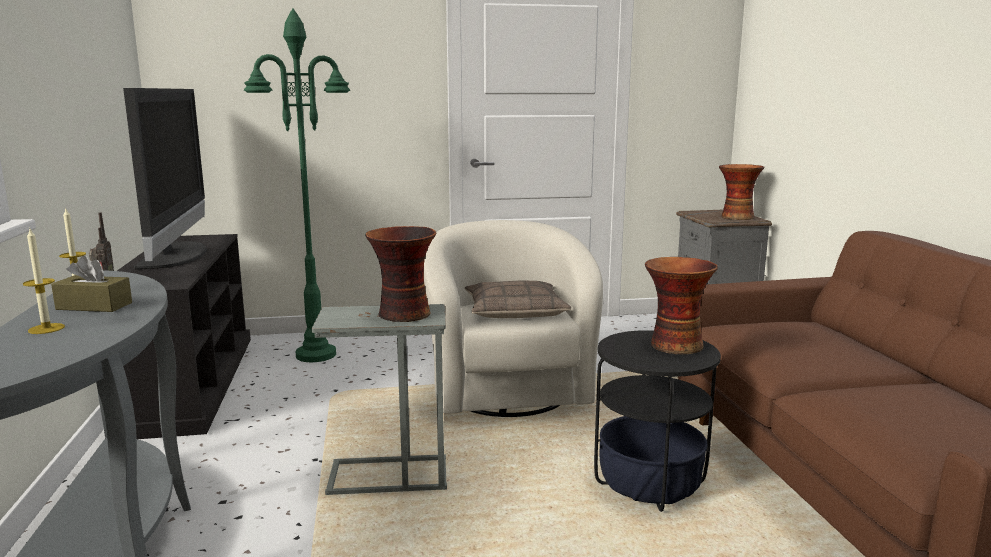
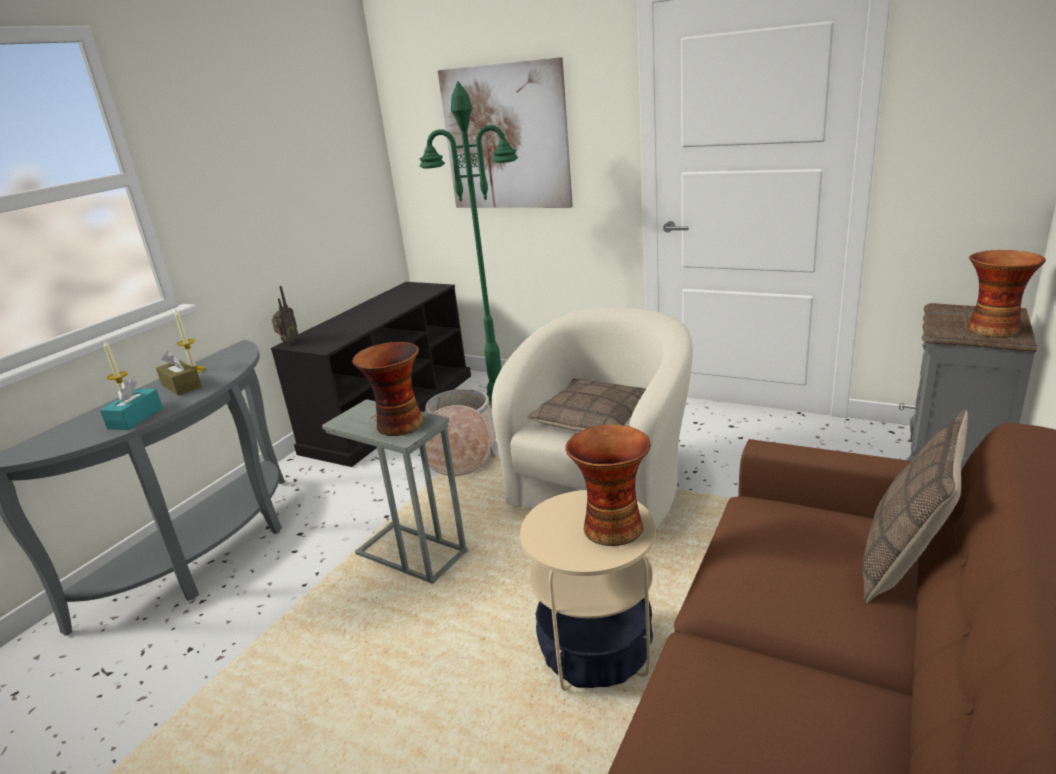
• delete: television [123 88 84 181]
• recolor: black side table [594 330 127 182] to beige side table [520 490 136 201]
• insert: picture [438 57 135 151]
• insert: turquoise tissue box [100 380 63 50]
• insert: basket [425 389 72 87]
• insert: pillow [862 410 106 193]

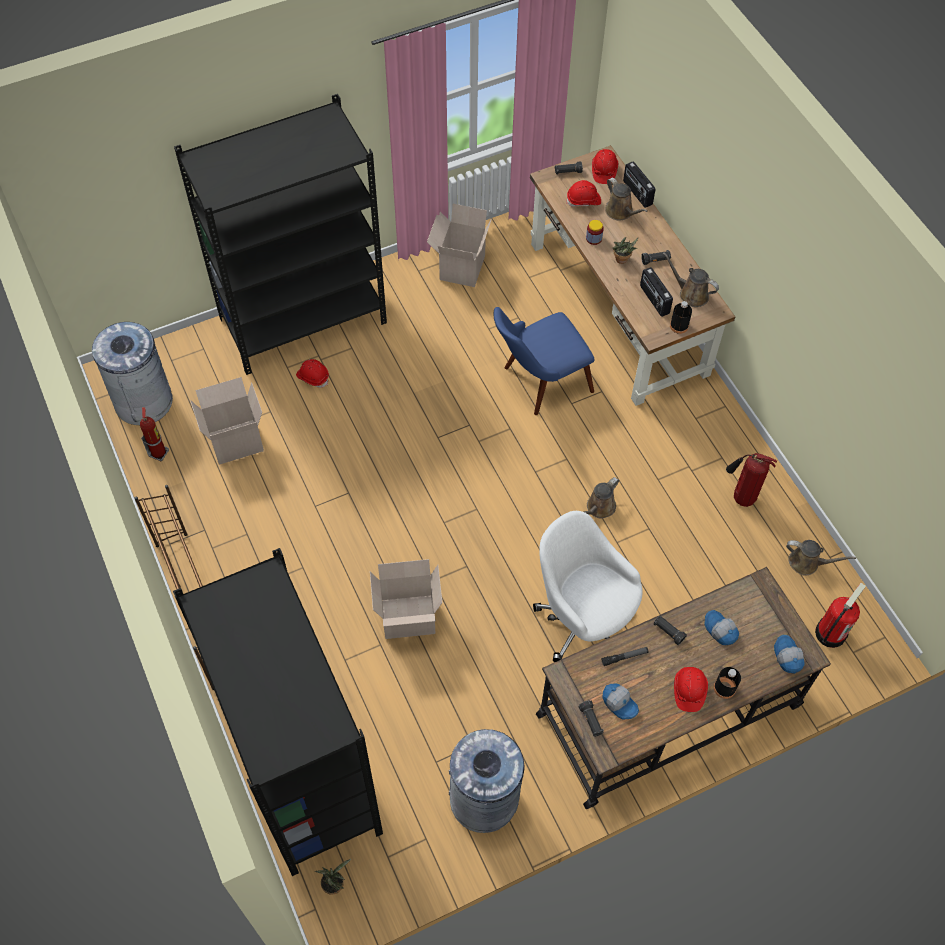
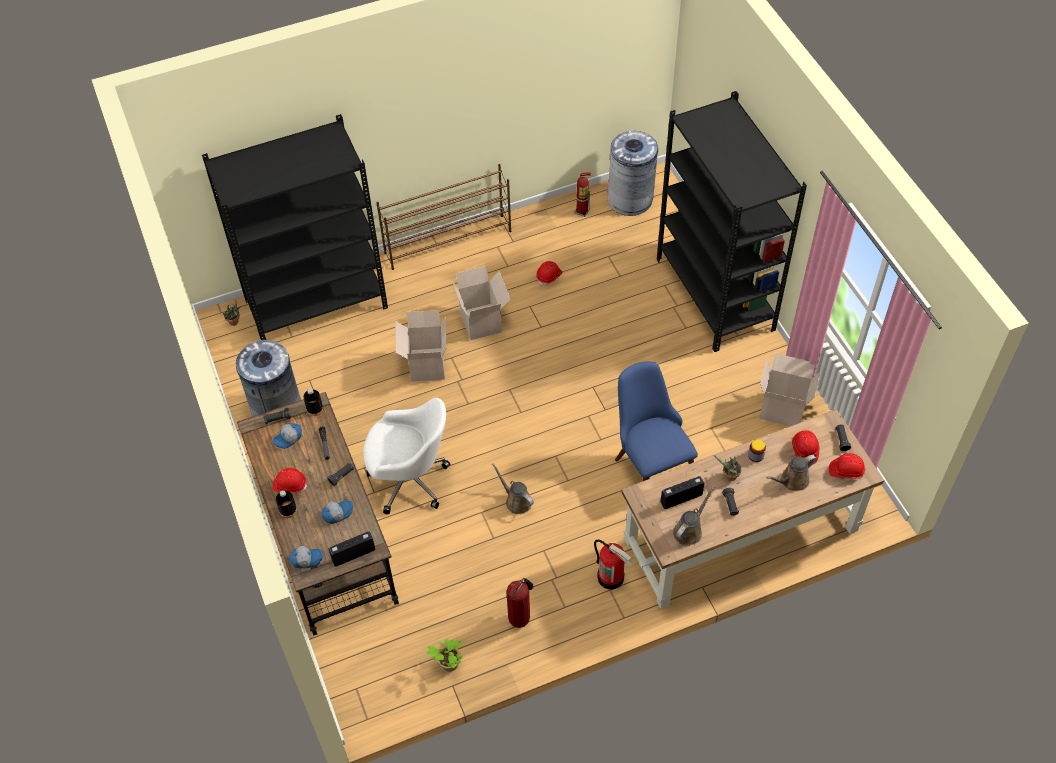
• move: radio [623 161 32 47] to [329 532 46 35]
• move: black bottle [670 301 22 33] to [303 388 20 28]
• move: red hard hat [296 359 33 29] to [536 261 26 25]
• move: cardboard box [190 377 74 88] to [452 266 59 74]
• rotate: white office chair [533 511 110 151] = [363 398 87 116] 45 degrees clockwise
• replace: brown watering can [786 540 70 35] to potted plant [427 639 35 33]
• move: fire extinguisher [815 583 51 65] to [594 540 39 49]

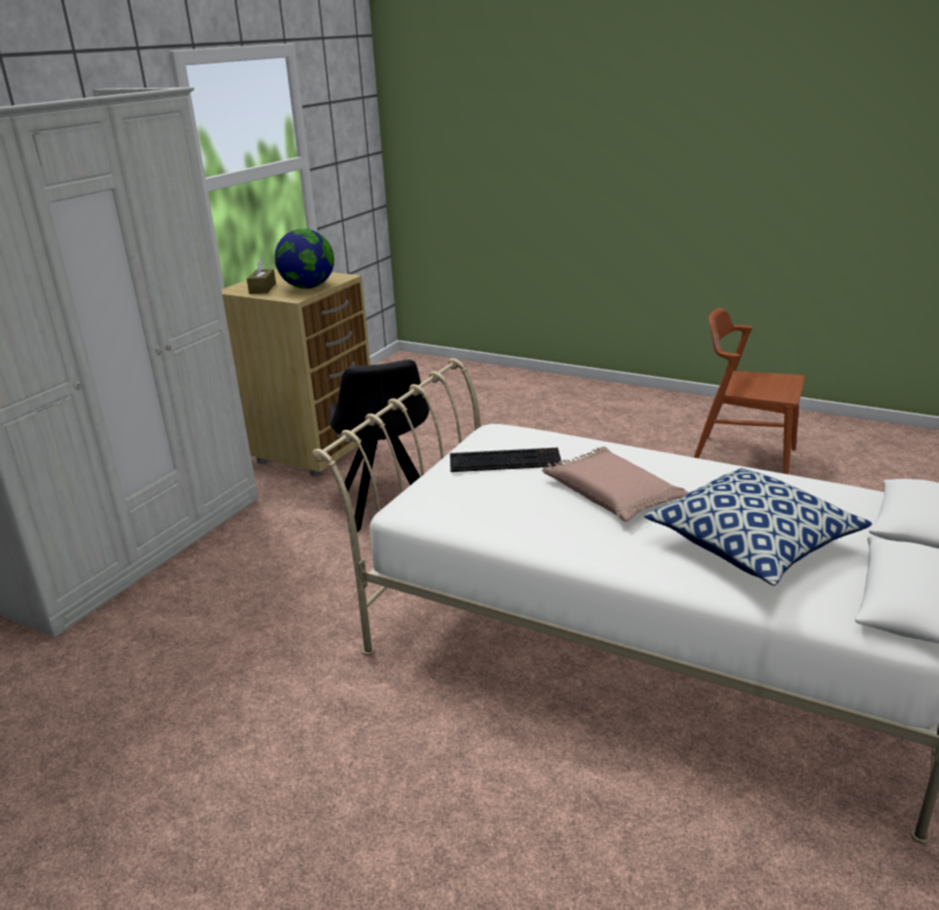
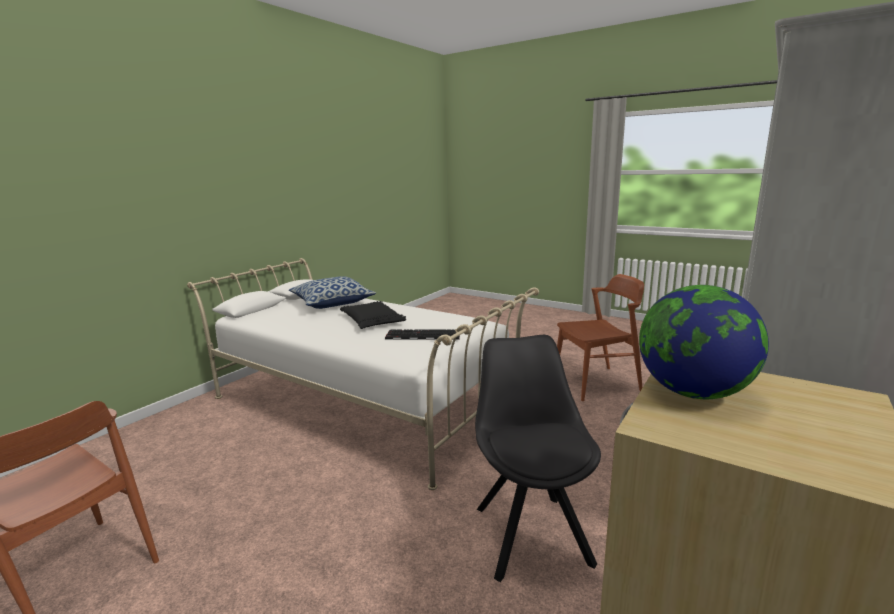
• delete: brown tissue box [247 259 29 35]
• recolor: beige pillow [542 446 146 76] to black pillow [340 301 66 28]
• insert: brown chair [557 274 87 127]

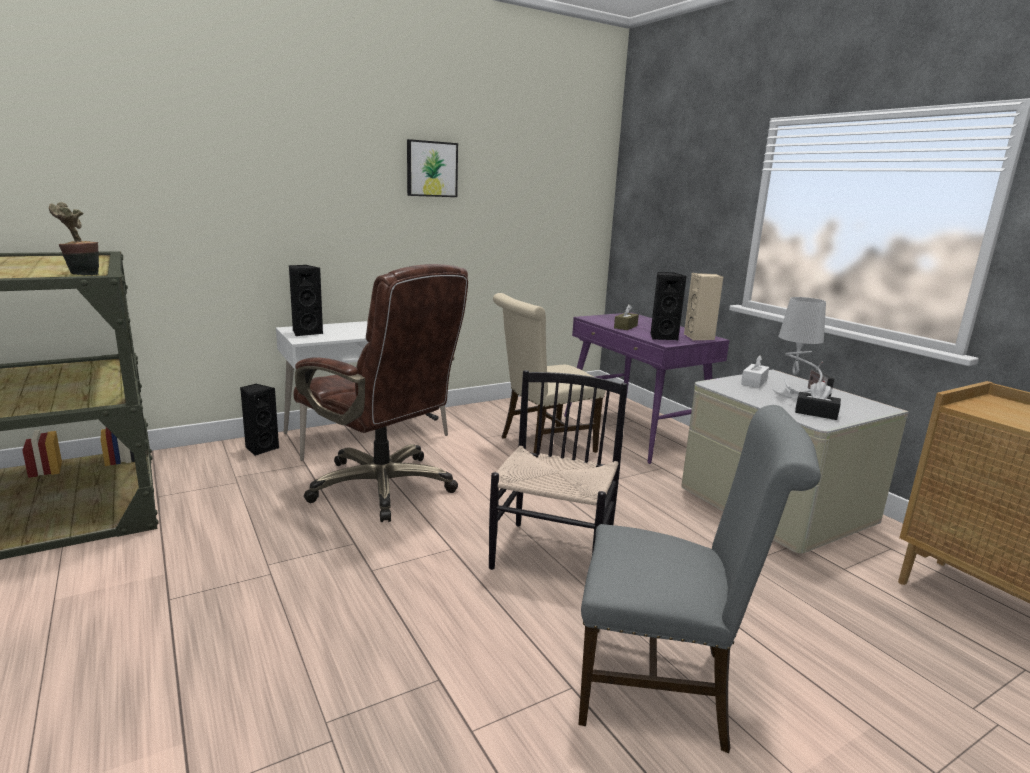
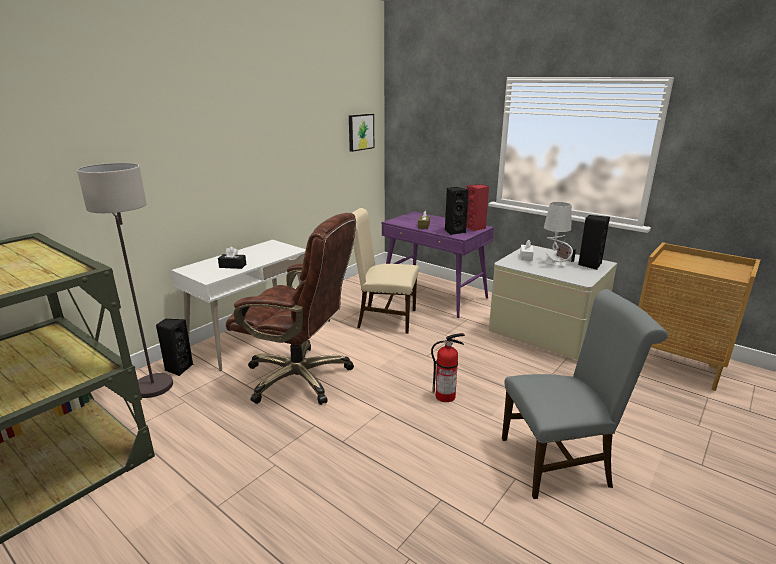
• move: picture [407 139 51 58] to [349 114 25 38]
• delete: potted plant [49 202 50 74]
• move: black speaker [289 265 34 71] to [578 215 32 55]
• recolor: beige speaker [684 273 39 67] to red speaker [466 184 23 47]
• rotate: beige chair [493 293 113 165] = [352 208 67 126] 60 degrees clockwise
• replace: black chair [489 370 138 200] to fire extinguisher [431 333 34 69]
• move: black tissue box [795 382 46 38] to [218 247 28 22]
• insert: grey floor lamp [77 163 96 235]

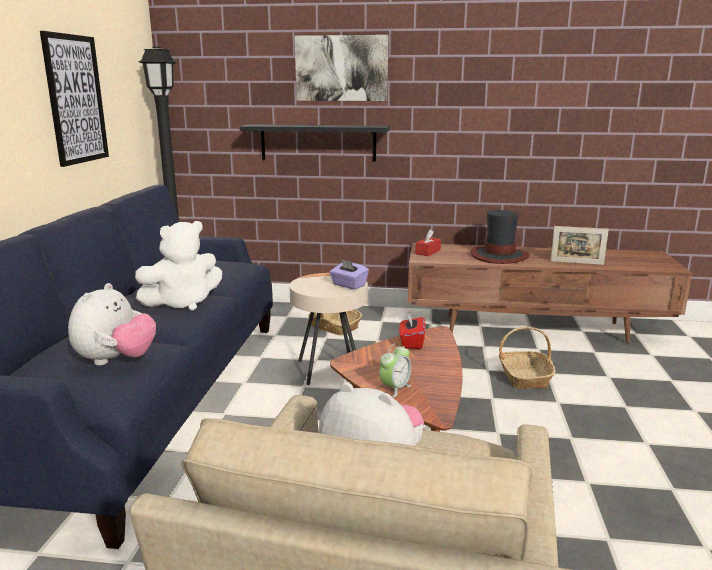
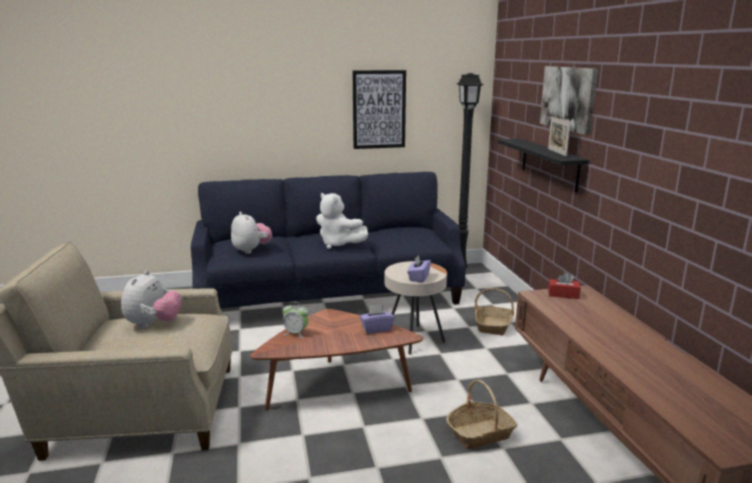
• delete: hat [470 210 60 54]
• move: picture frame [551 226 58 39] to [548 116 23 41]
• rotate: plush toy [68 283 88 83] = [231 211 41 43] 120 degrees counterclockwise
• recolor: red tissue box [399 312 26 37] to purple tissue box [360 305 34 28]

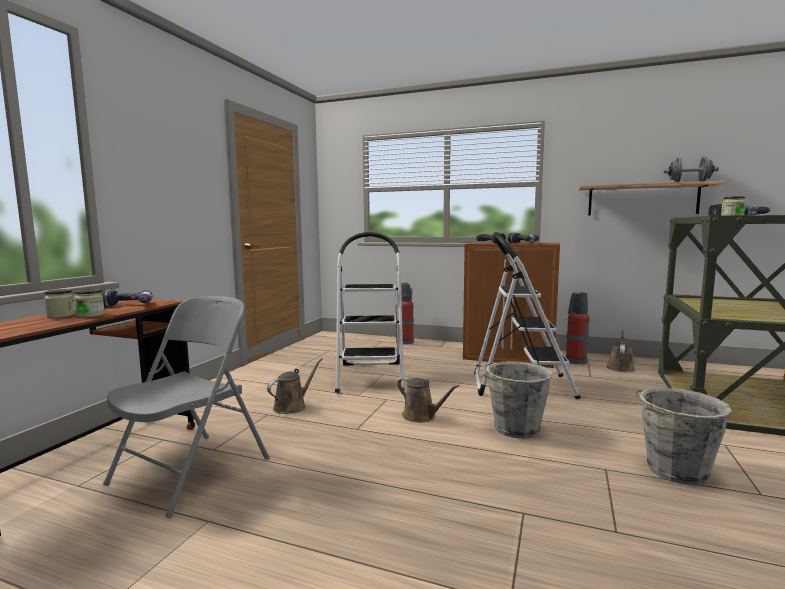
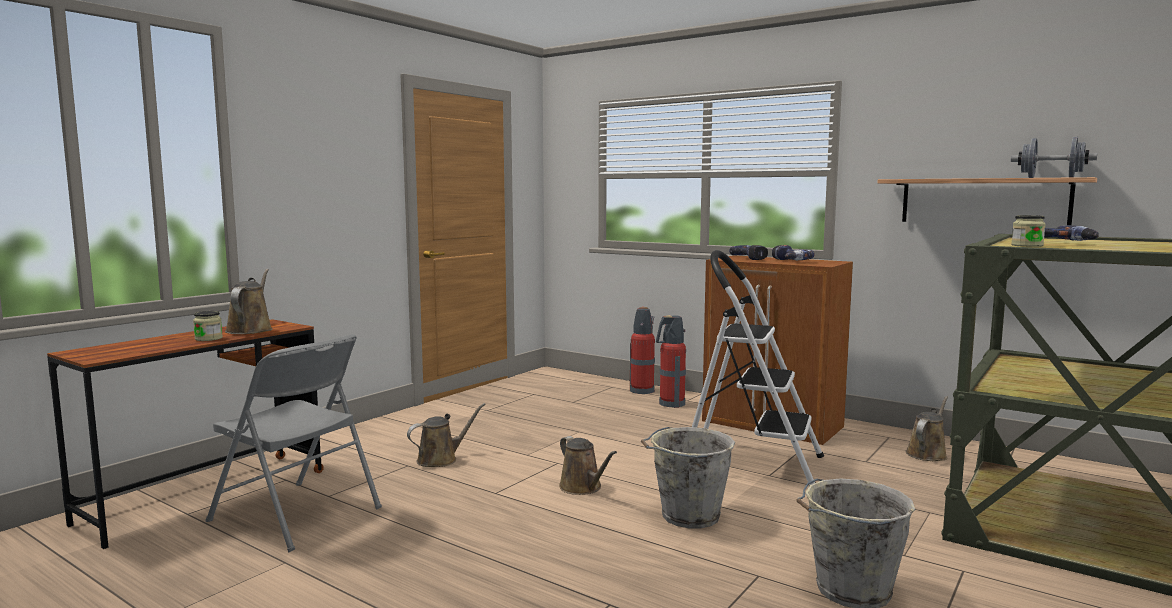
• delete: step ladder [335 232 69 161]
• delete: jar [44 289 32 29]
• replace: power drill [101 289 52 18] to brown watering can [225 269 48 65]
• move: fire extinguisher [566 292 23 73] to [656 315 30 93]
• rotate: grey chair [103 296 167 222] = [205 334 177 218] 75 degrees clockwise

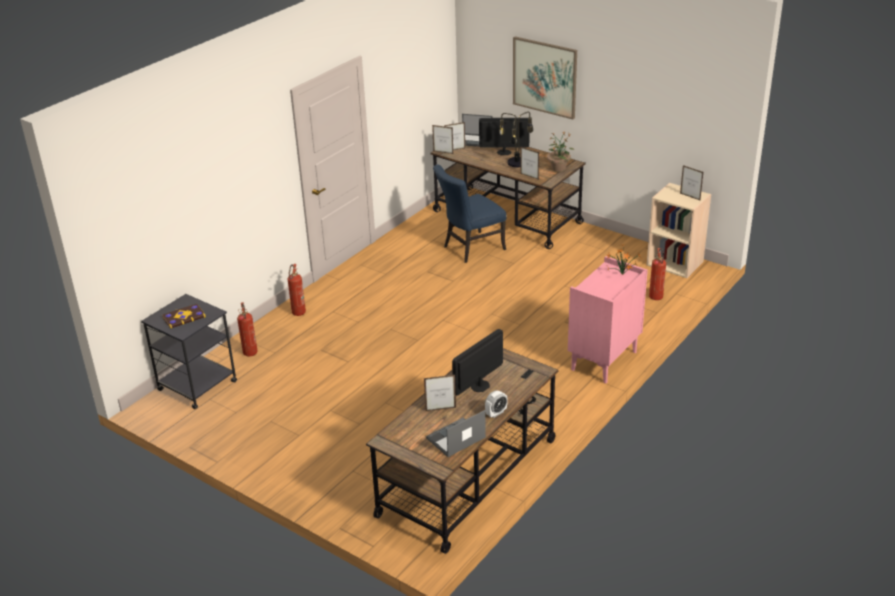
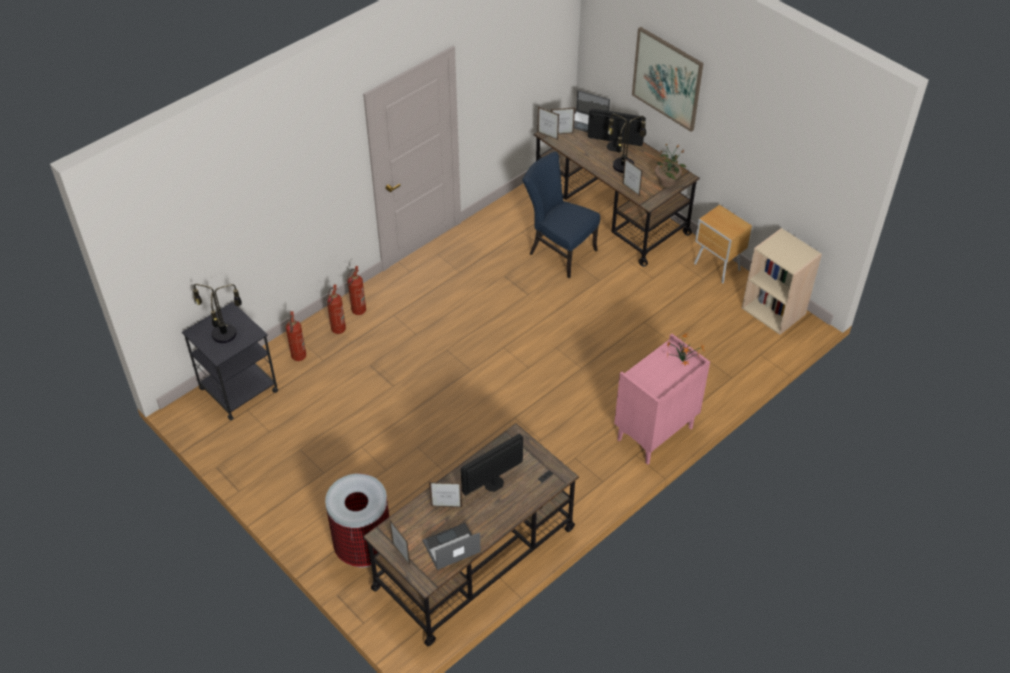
• rotate: blue chair [433 165 74 98] = [522 152 78 126] 60 degrees clockwise
• move: picture frame [680 165 23 35] to [390 520 20 45]
• move: fire extinguisher [649 248 17 52] to [327 284 19 50]
• replace: book [162 304 44 25] to table lamp [193 284 49 59]
• delete: alarm clock [485 390 23 28]
• insert: brown nightstand [694 205 58 78]
• insert: trash can [325 474 64 94]

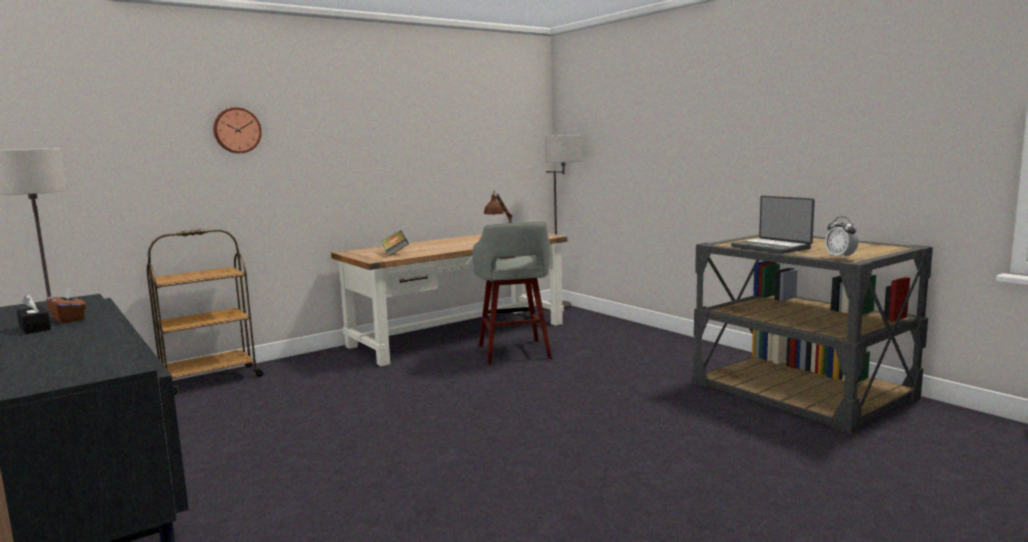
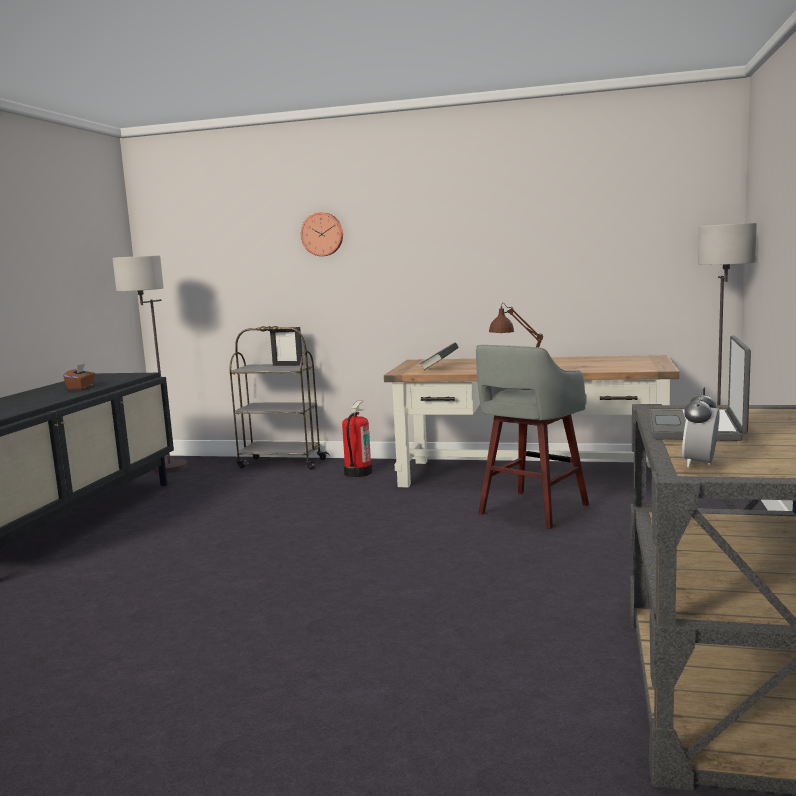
• recolor: brown cart [147 229 116 166] to grey cart [230 326 100 144]
• delete: black tissue box [17 294 34 40]
• insert: picture frame [270 327 33 39]
• insert: fire extinguisher [342 401 31 76]

